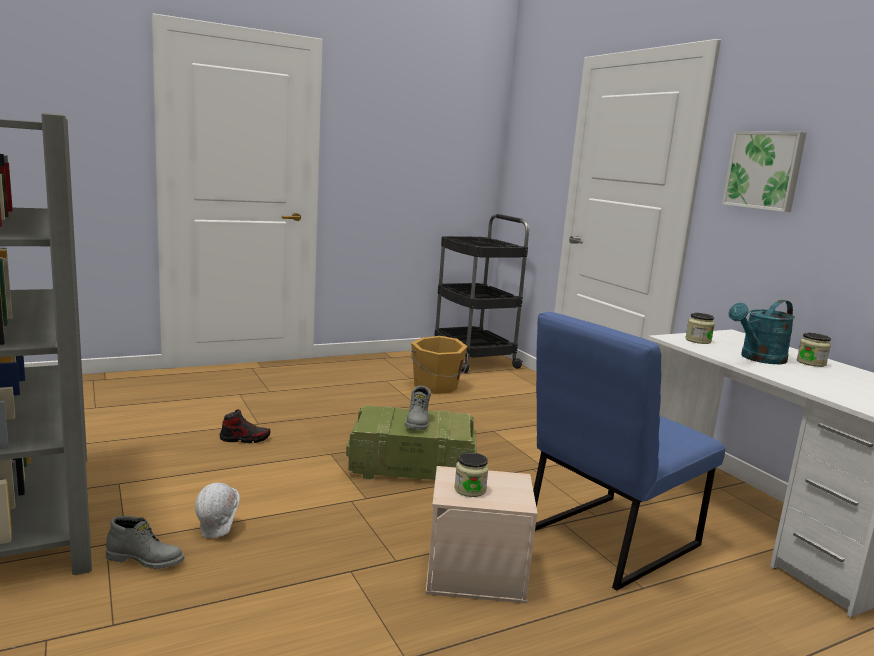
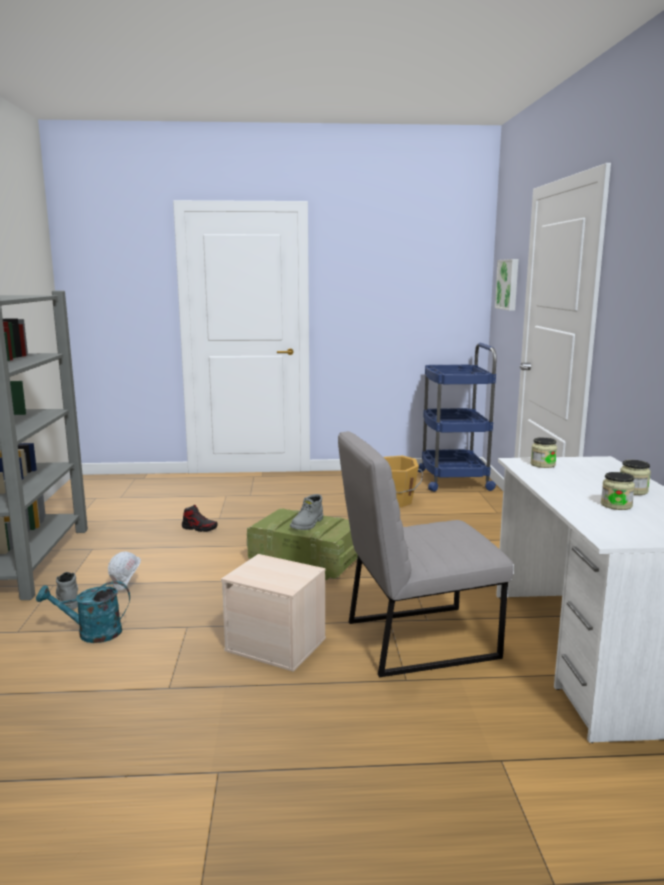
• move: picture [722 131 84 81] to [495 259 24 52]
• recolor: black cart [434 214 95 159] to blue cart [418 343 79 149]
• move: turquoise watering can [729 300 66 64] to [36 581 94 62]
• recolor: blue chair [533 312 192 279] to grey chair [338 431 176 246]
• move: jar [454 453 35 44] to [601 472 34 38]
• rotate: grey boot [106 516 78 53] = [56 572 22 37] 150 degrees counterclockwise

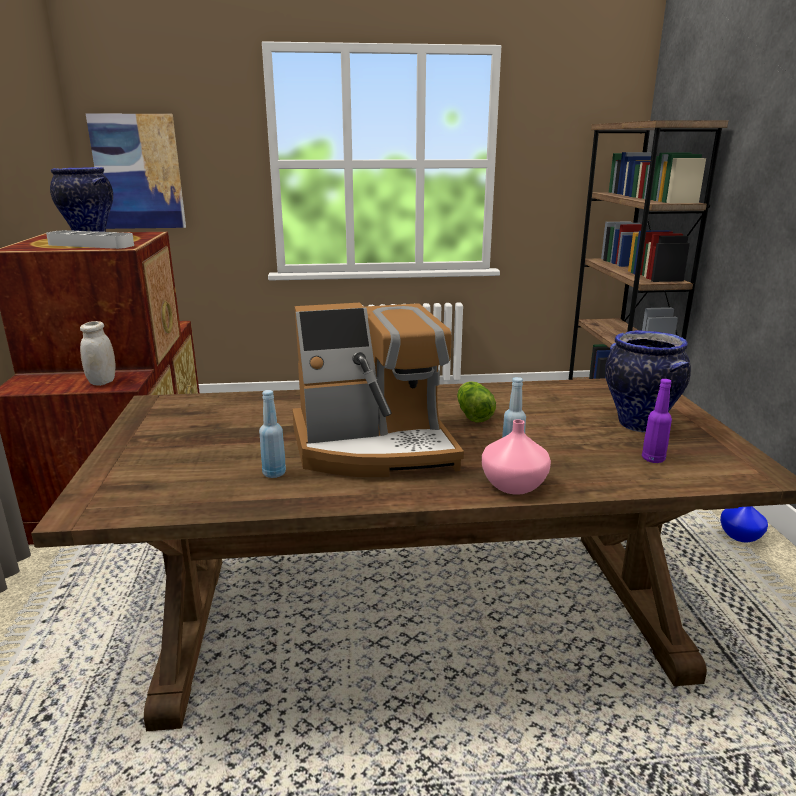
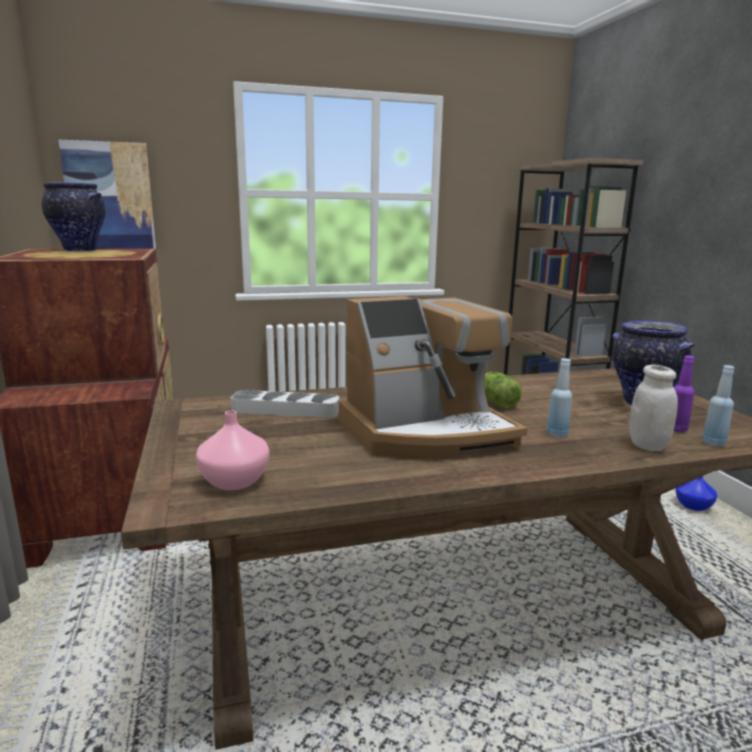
• move: grey tray [46 230 88 19] to [231 390 109 28]
• move: white jar [80 321 35 65] to [629 365 49 86]
• move: blue bottle [259 390 27 88] to [702 365 33 81]
• move: pink vase [482 419 69 76] to [196 411 74 79]

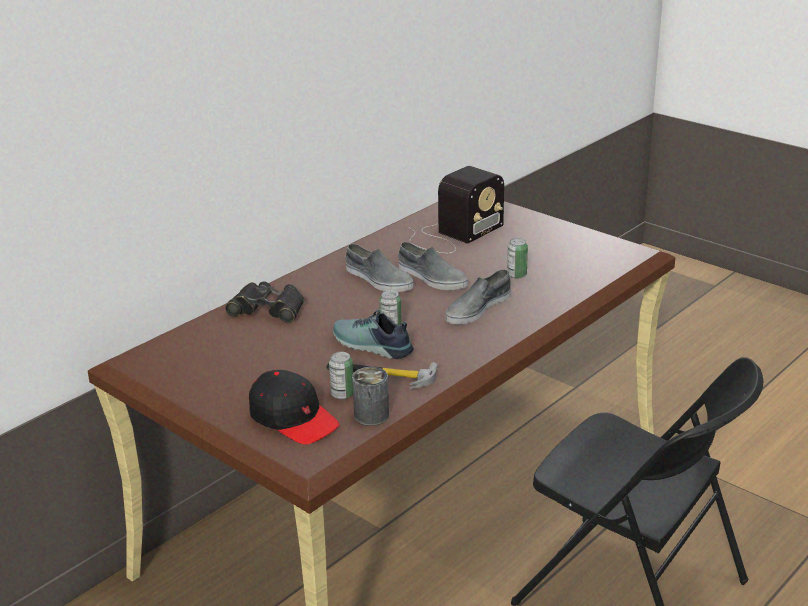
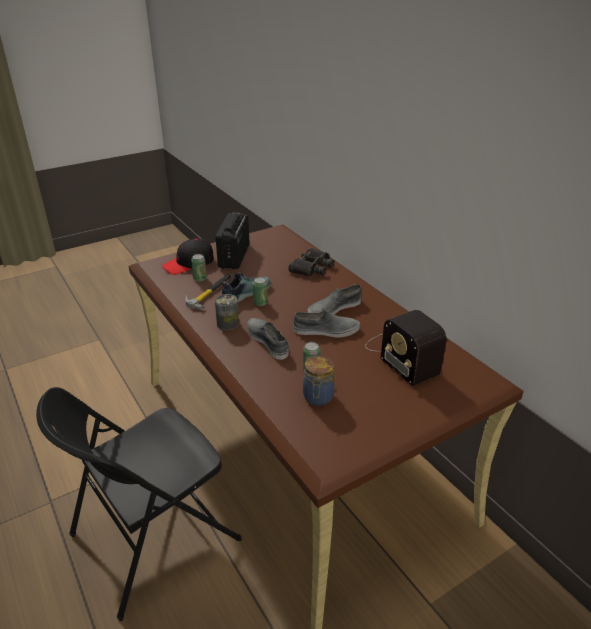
• rotate: grey shoe [398 242 70 48] = [293 308 67 29] 150 degrees counterclockwise
• move: can [352 367 37 59] to [215 294 24 37]
• insert: radio [216 212 33 57]
• insert: jar [303 356 31 50]

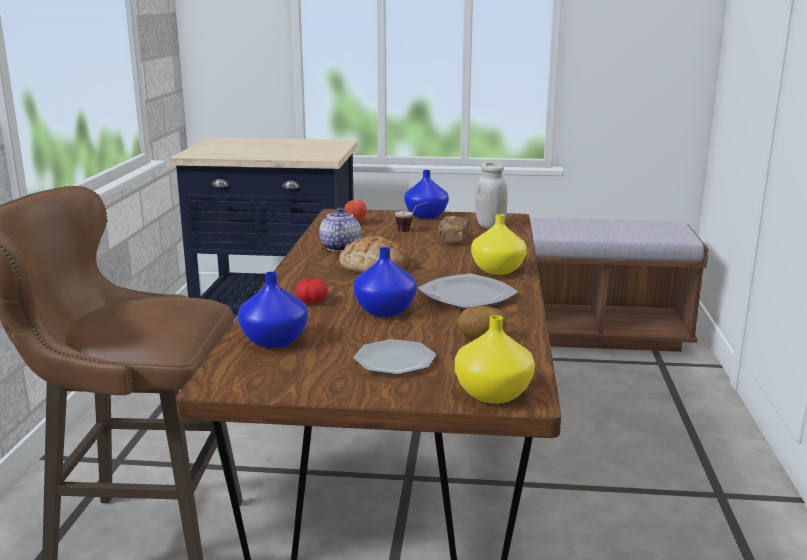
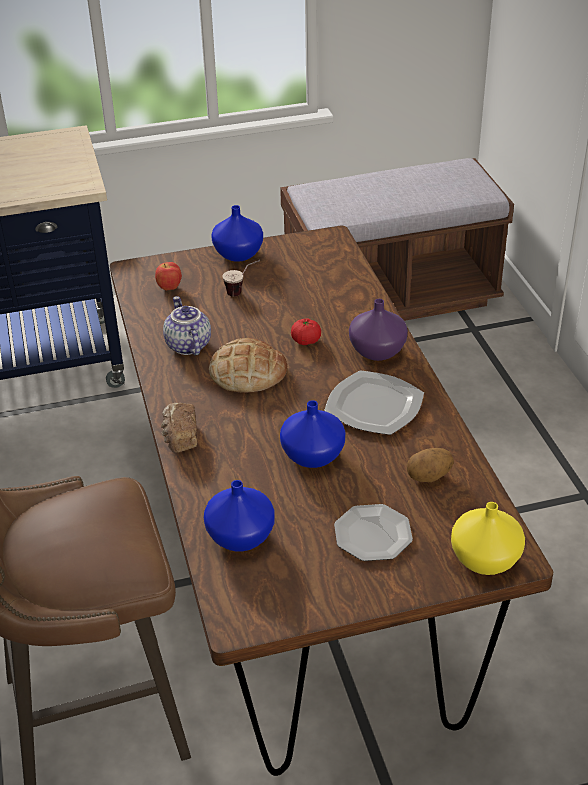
• delete: white jar [475 162 33 66]
• recolor: yellow vase [471 214 56 61] to purple vase [349 299 59 62]
• move: bread [438 216 31 27] to [161 403 37 50]
• move: tomato [295 277 33 26] to [291 319 30 26]

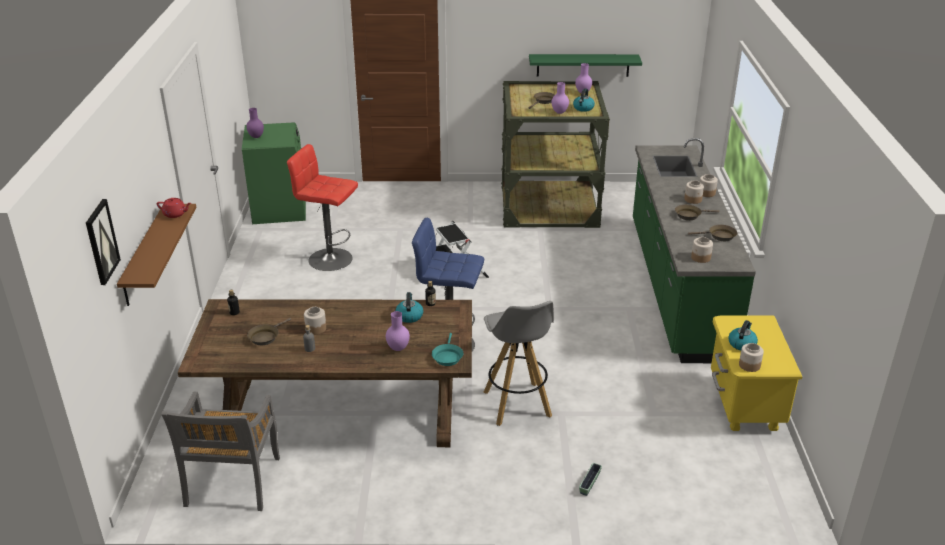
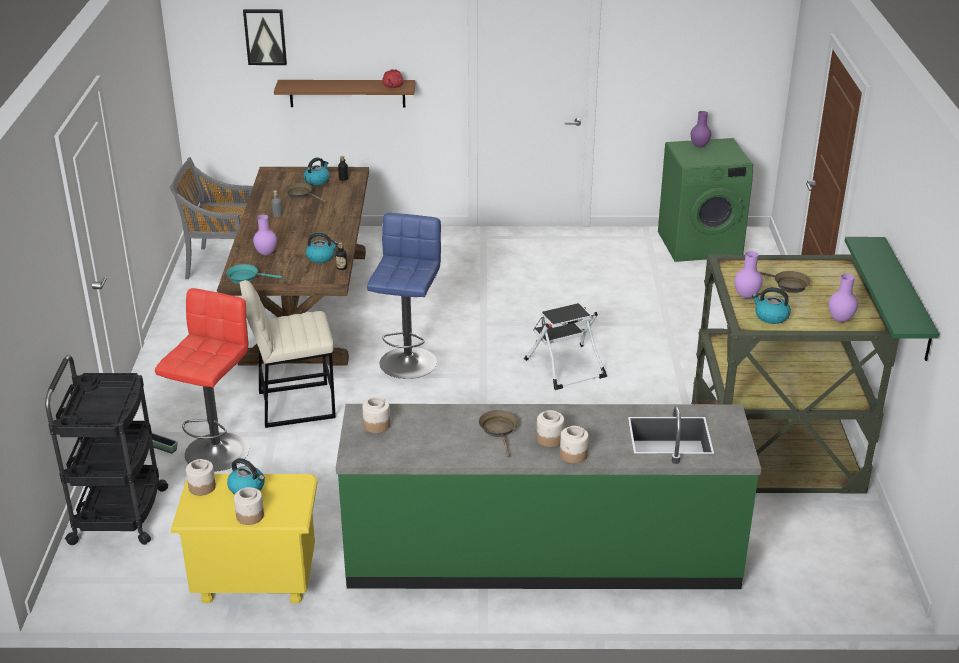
• move: red stool [287 144 71 127] to [155 288 94 184]
• delete: brown frying pan [688 225 49 16]
• replace: grey stool [483 301 71 125] to beige chair [240 280 96 148]
• move: jar [304 307 22 28] to [234 487 30 38]
• insert: kettle [304 157 26 28]
• insert: black cart [45 355 123 190]

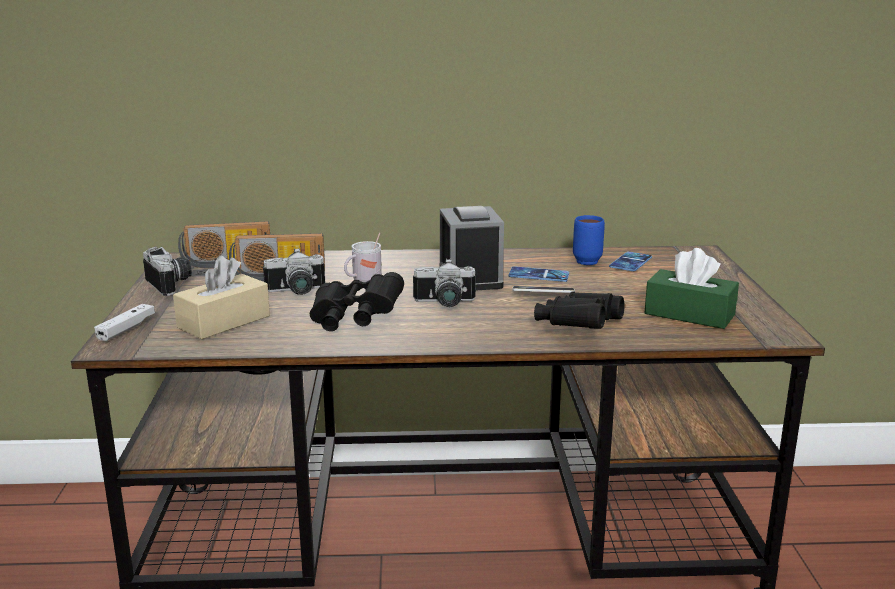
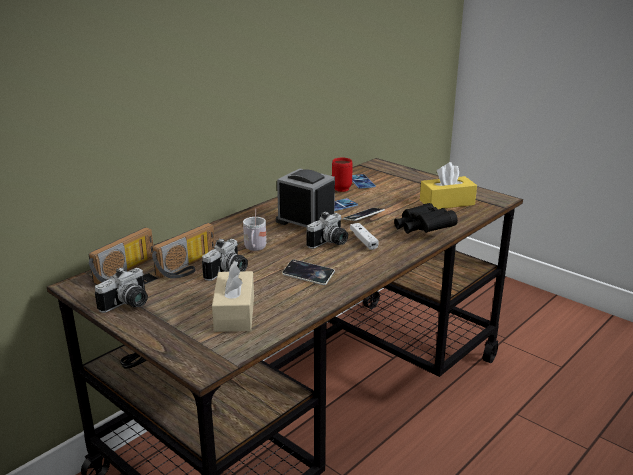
• recolor: blue mug [573 215 32 50] to red mug [332 158 21 34]
• rotate: photo camera [143 246 49 50] = [95 267 53 46] 120 degrees clockwise
• recolor: green tissue box [644 248 95 81] to yellow tissue box [420 162 57 47]
• replace: black binoculars [310 272 94 59] to phone [282 259 53 26]
• move: white game controller [94 304 61 37] to [350 223 29 27]

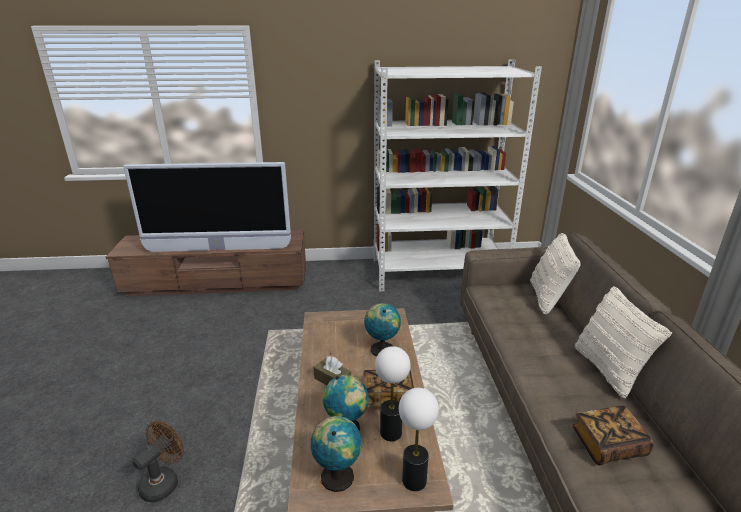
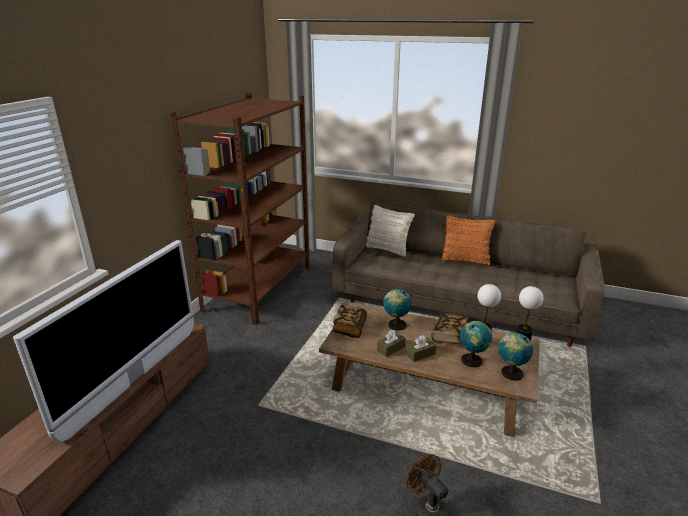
• recolor: white bookcase [374 60 168 231] to brown bookcase [171 92 139 233]
• recolor: beige pillow [574 286 98 112] to orange pillow [442 215 53 51]
• move: book [572 405 81 60] to [332 305 35 33]
• insert: brown tissue box [377 330 29 27]

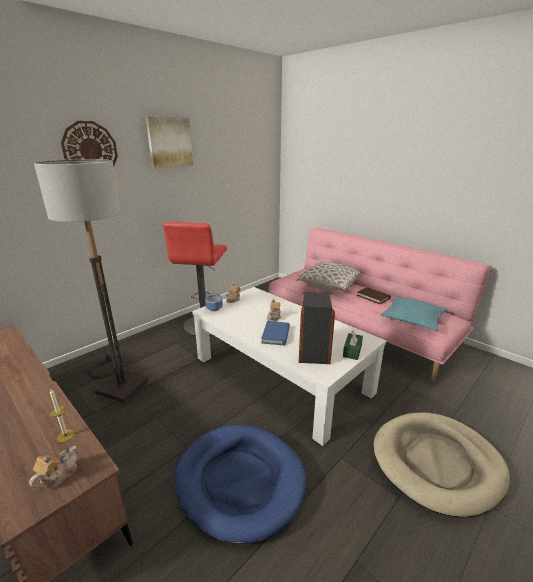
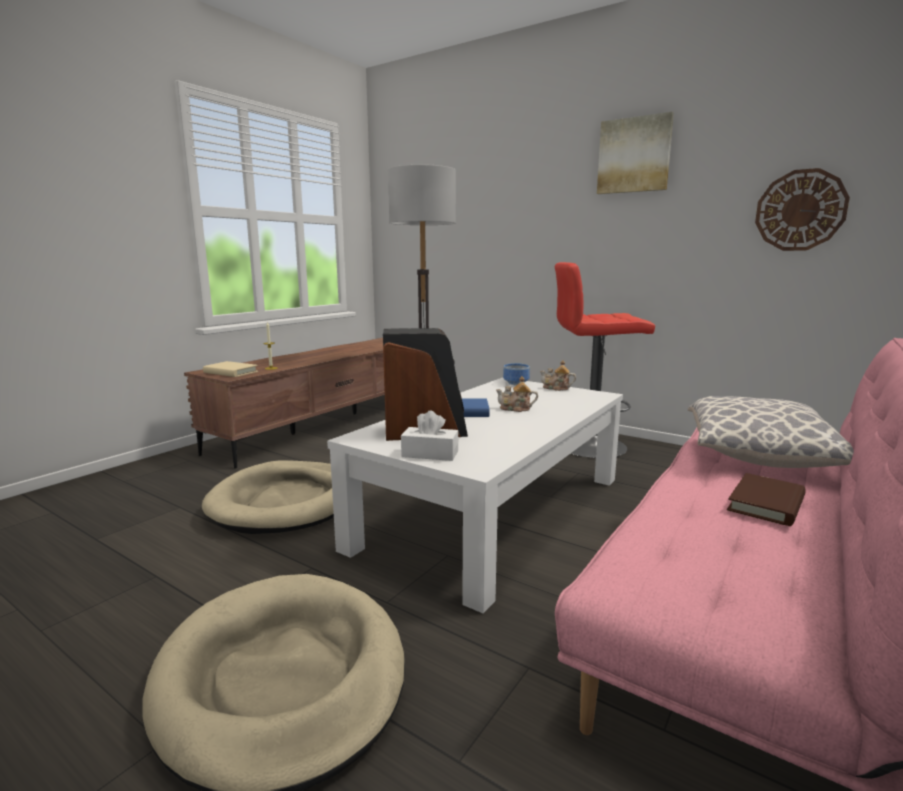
• move: wall clock [61 121 57 46] to [755 168 95 83]
• delete: turquoise pillow [380 296 67 35]
• recolor: green tissue box [343 330 20 30] to white tissue box [401 410 57 51]
• recolor: blue dog bed [174 425 132 119] to beige dog bed [202 461 132 73]
• replace: teapot [29 446 48 44] to beige book [203 361 55 16]

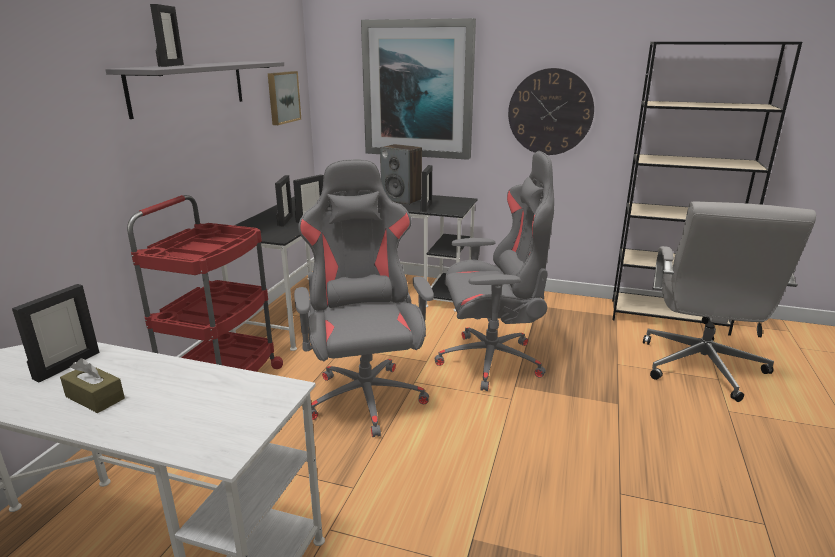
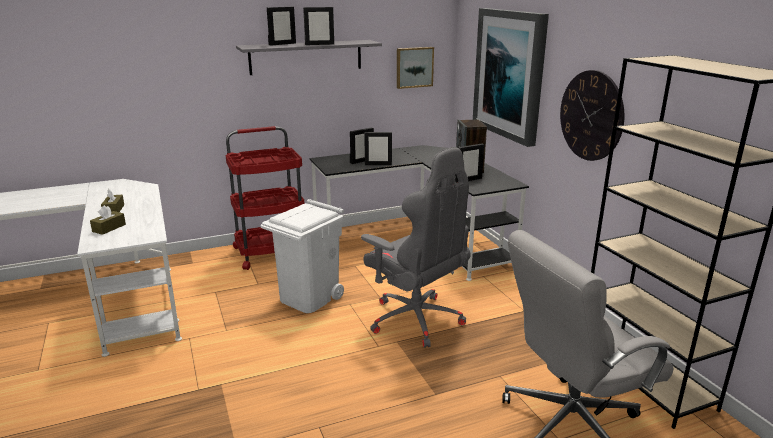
• replace: grey office chair [294 159 140 278] to white trash can [261 199 83 114]
• move: picture frame [12 284 88 99] to [303 7 31 38]
• insert: brown tissue box [90 205 36 30]

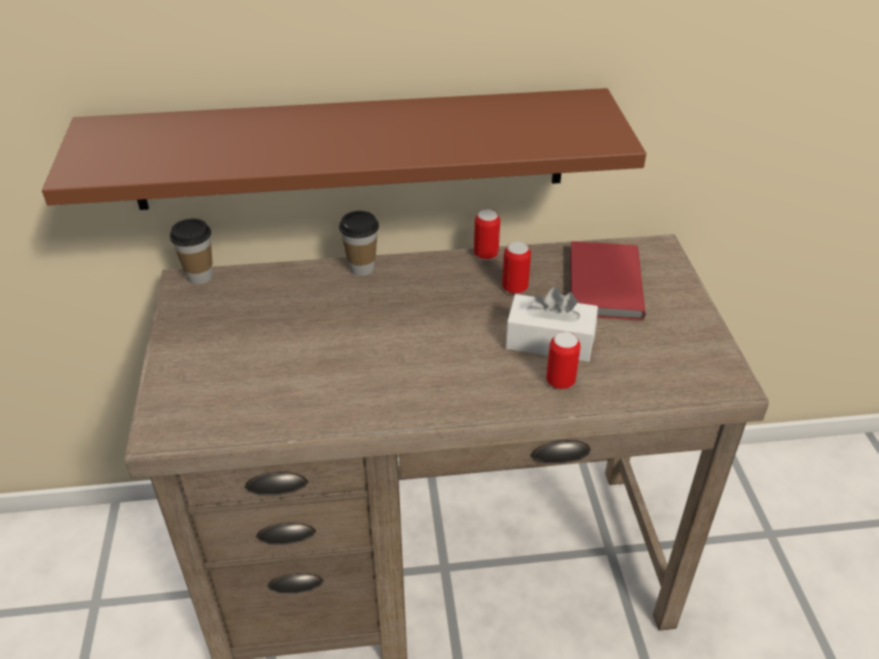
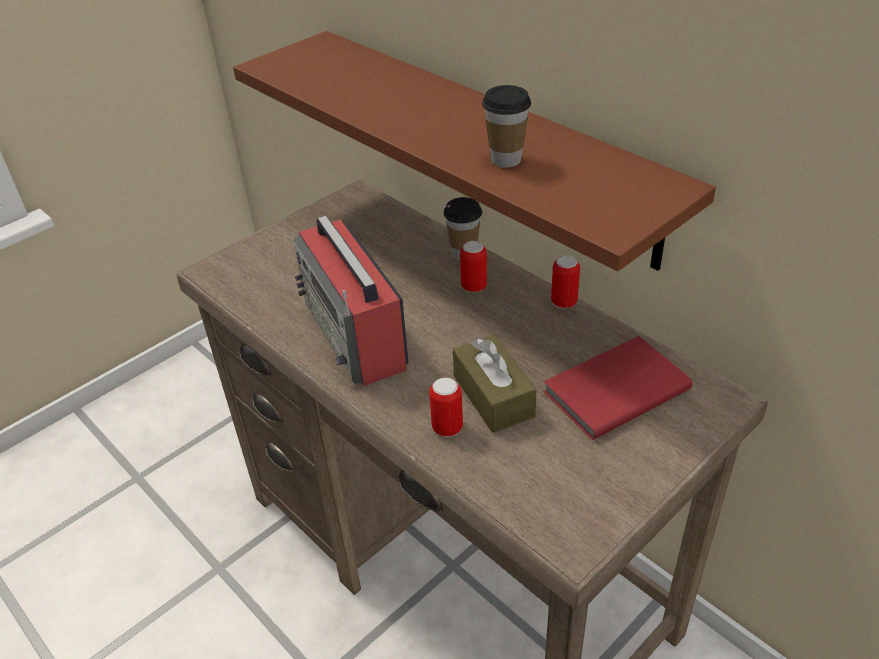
• move: cup [170 219 43 65] to [482 85 49 83]
• move: can [502 242 29 52] to [460 241 27 51]
• recolor: white tissue box [506 287 92 75] to brown tissue box [453 335 84 98]
• insert: radio [294 216 115 170]

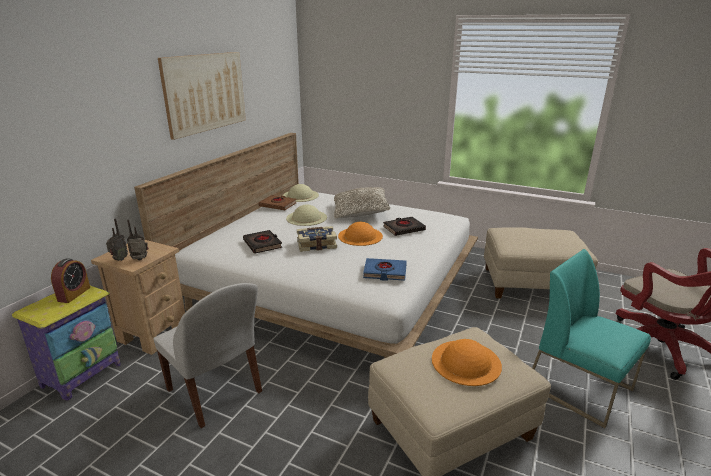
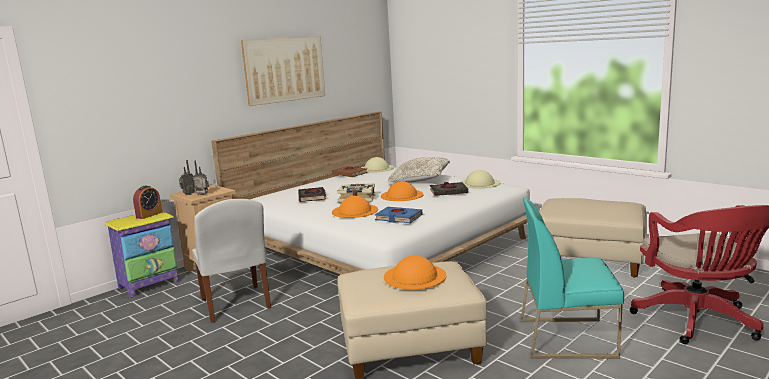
• move: beige hat [286 204 41 22] to [461 170 39 19]
• rotate: turquoise chair [532 249 119 179] = [521 198 103 161] 60 degrees counterclockwise
• insert: orange hat [332 196 46 22]

